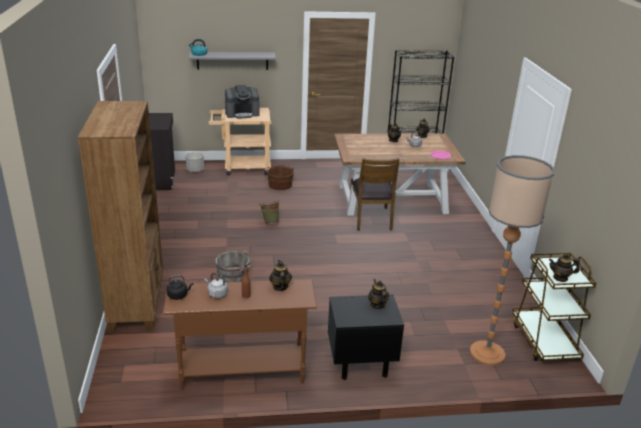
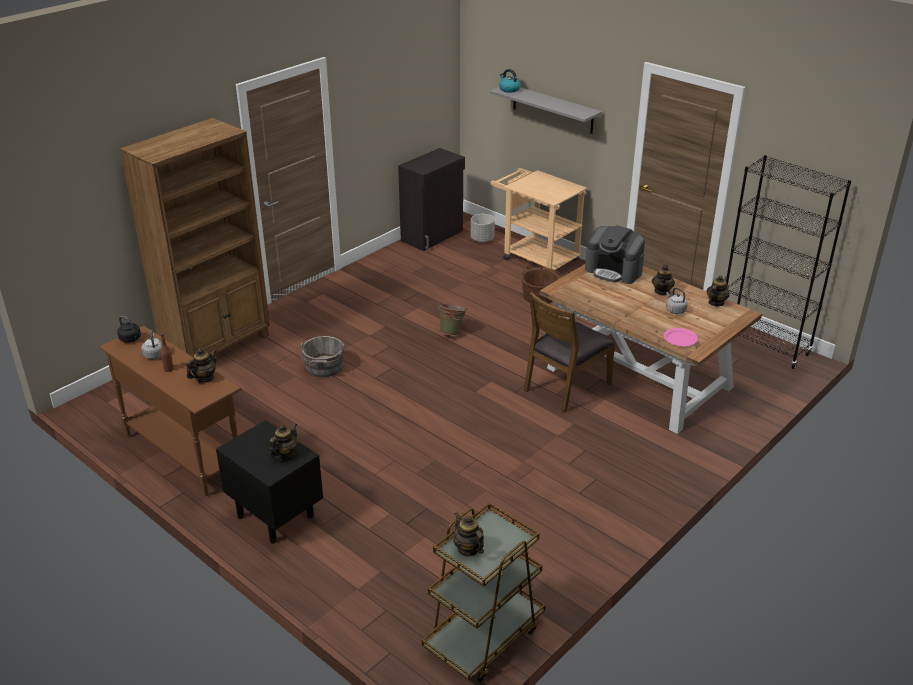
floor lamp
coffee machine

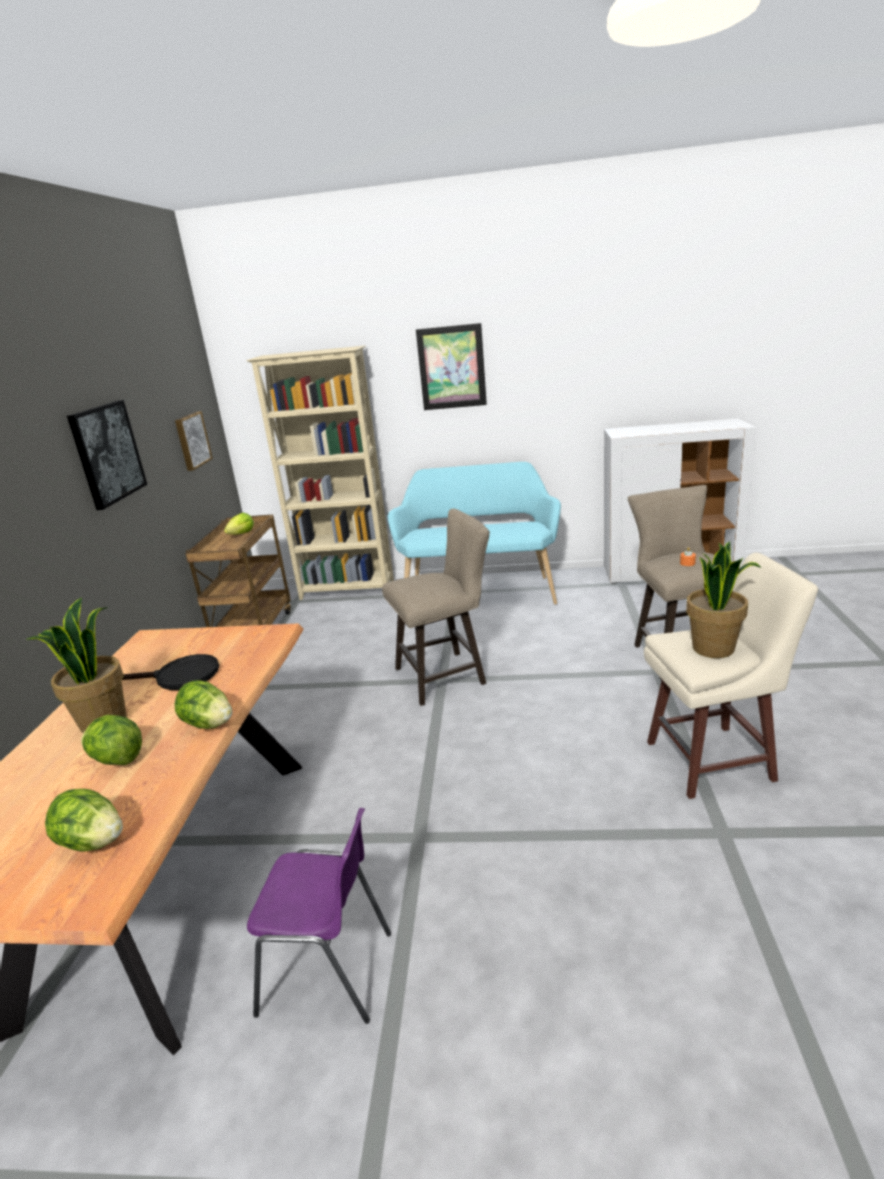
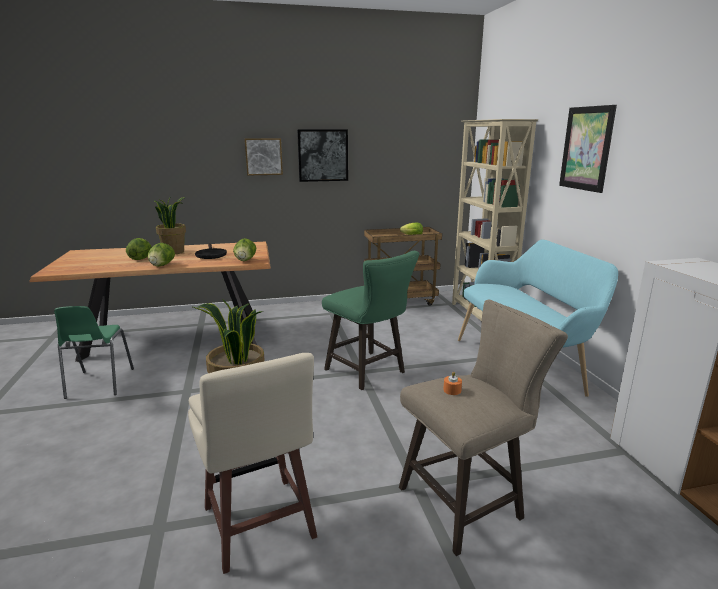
lettuce (3rd from left)
picture (1st from left)
green chair
green stool

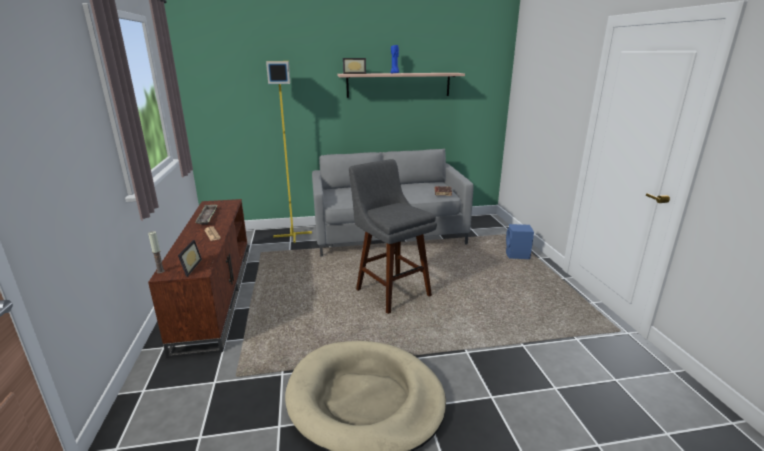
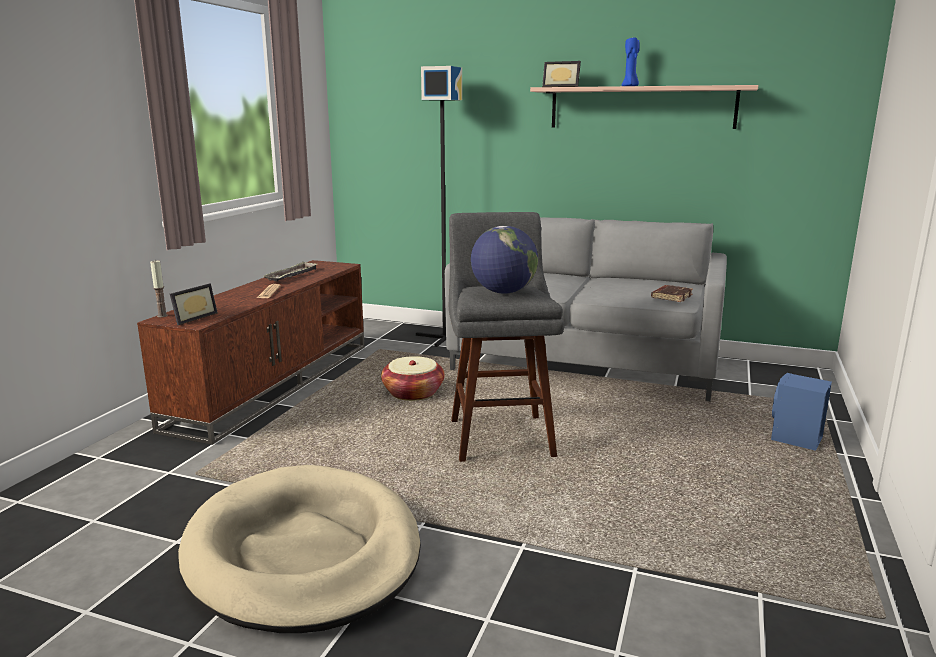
basket
globe
black floor lamp

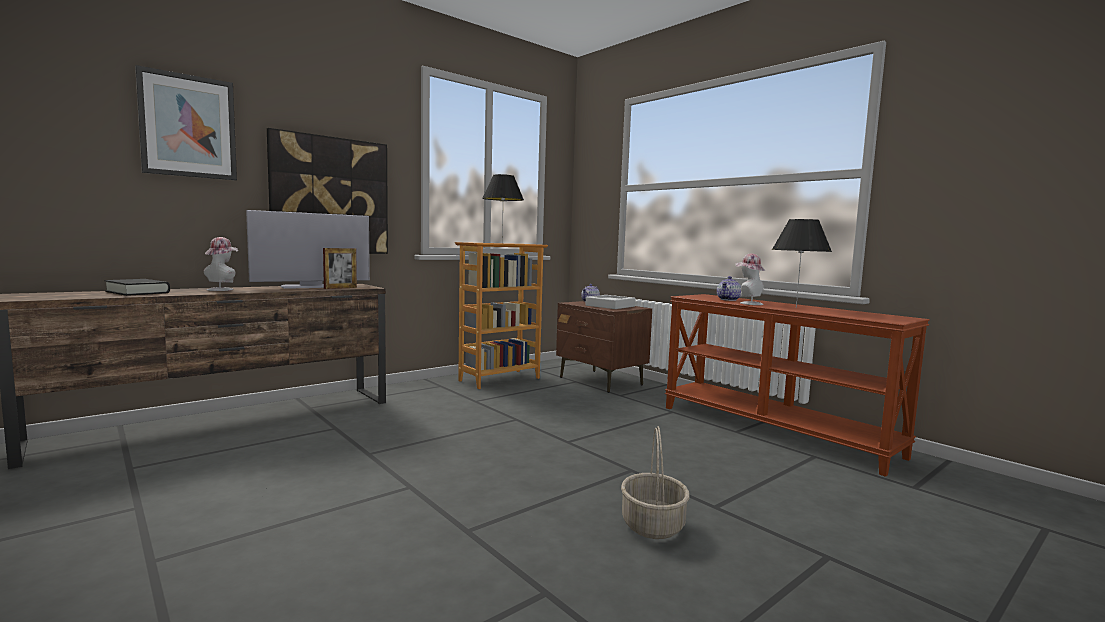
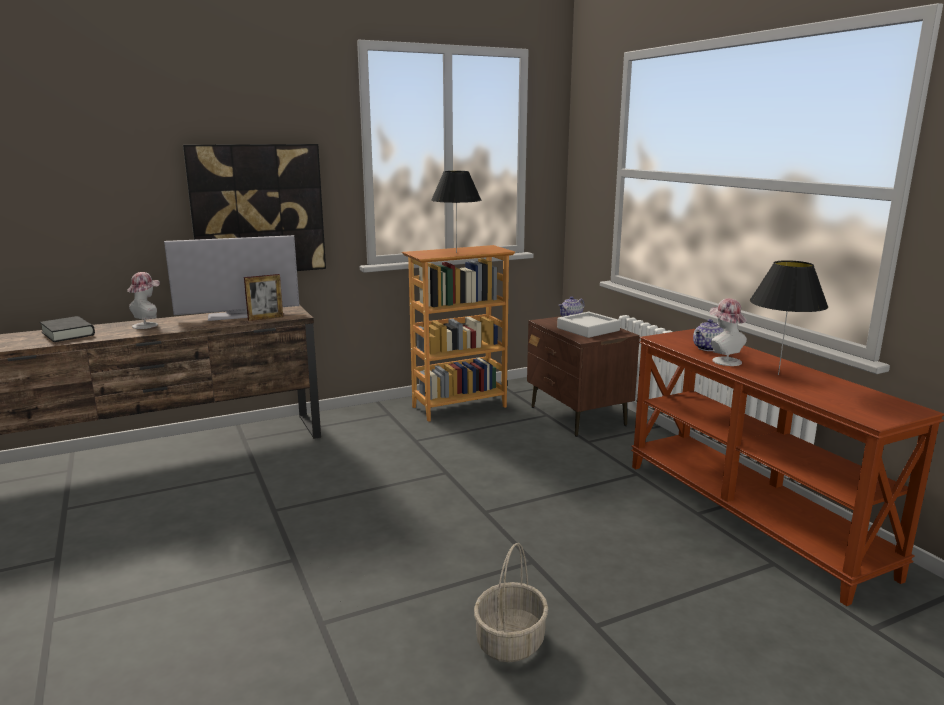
picture (1st from left in the first image)

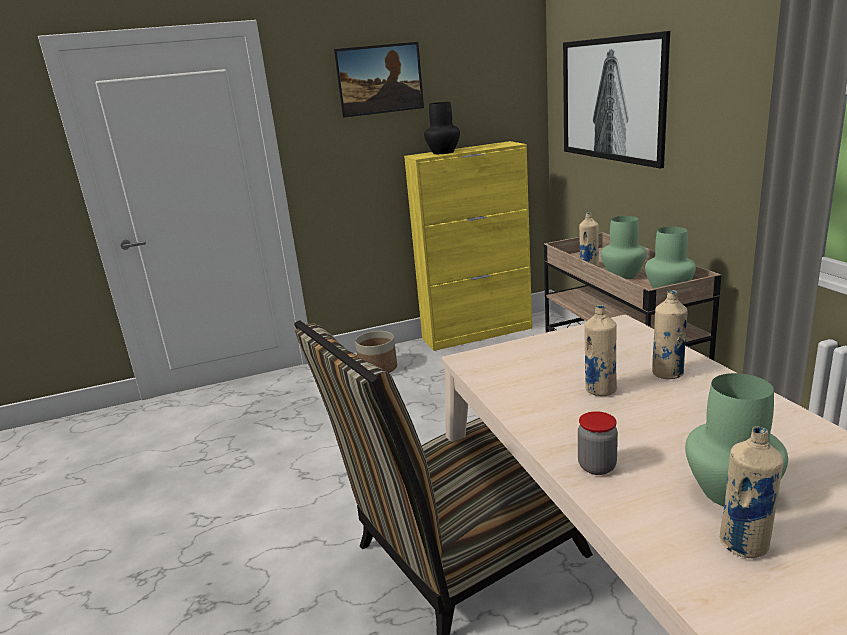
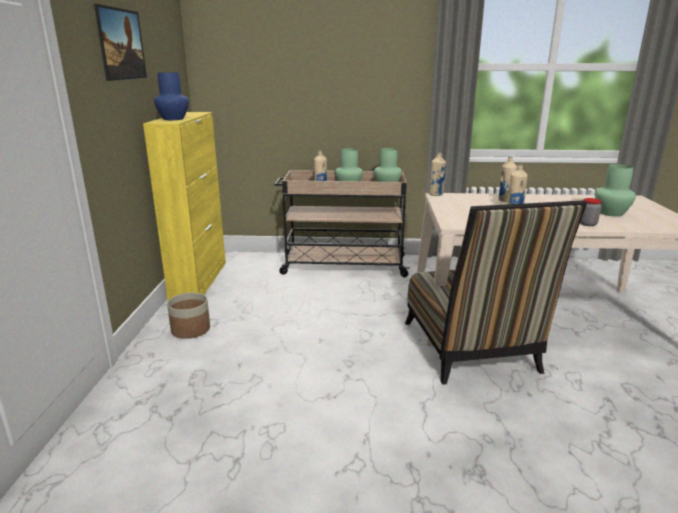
picture (2nd from left in the first image)
beige bottle (2nd from left)
blue vase

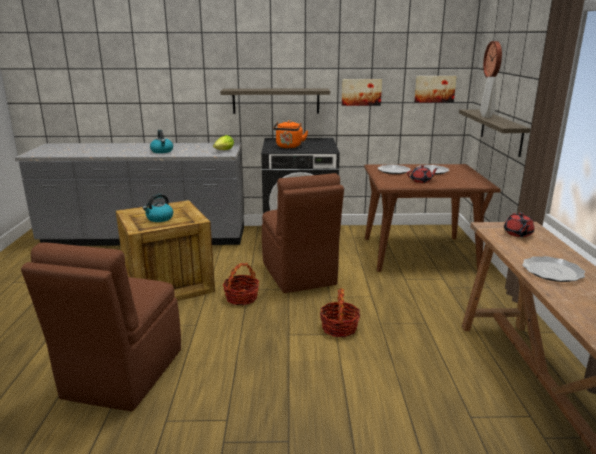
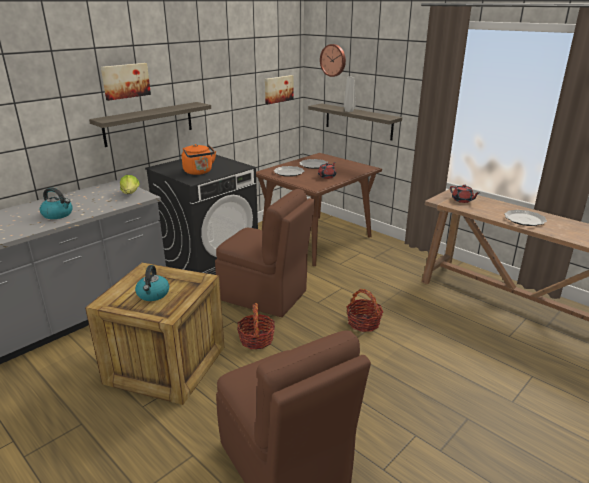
picture (1st from left)

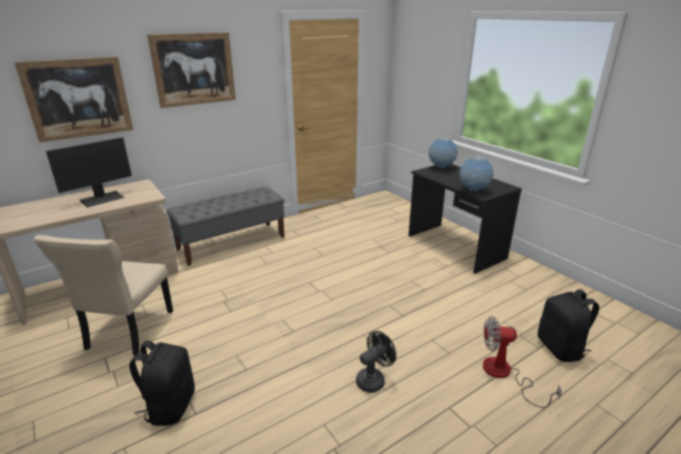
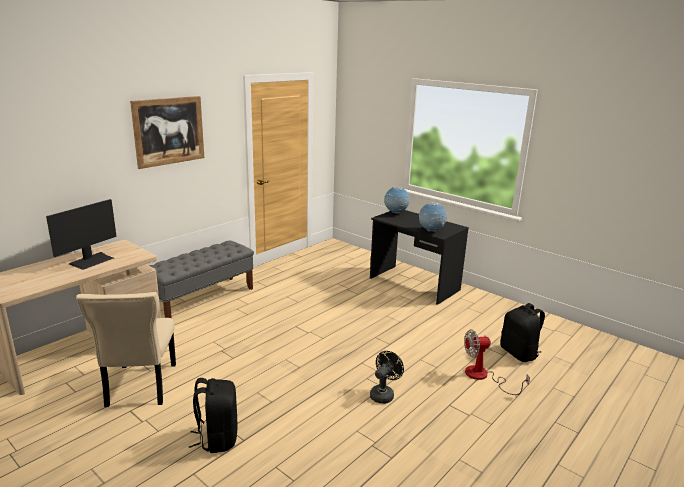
picture (1st from left in the first image)

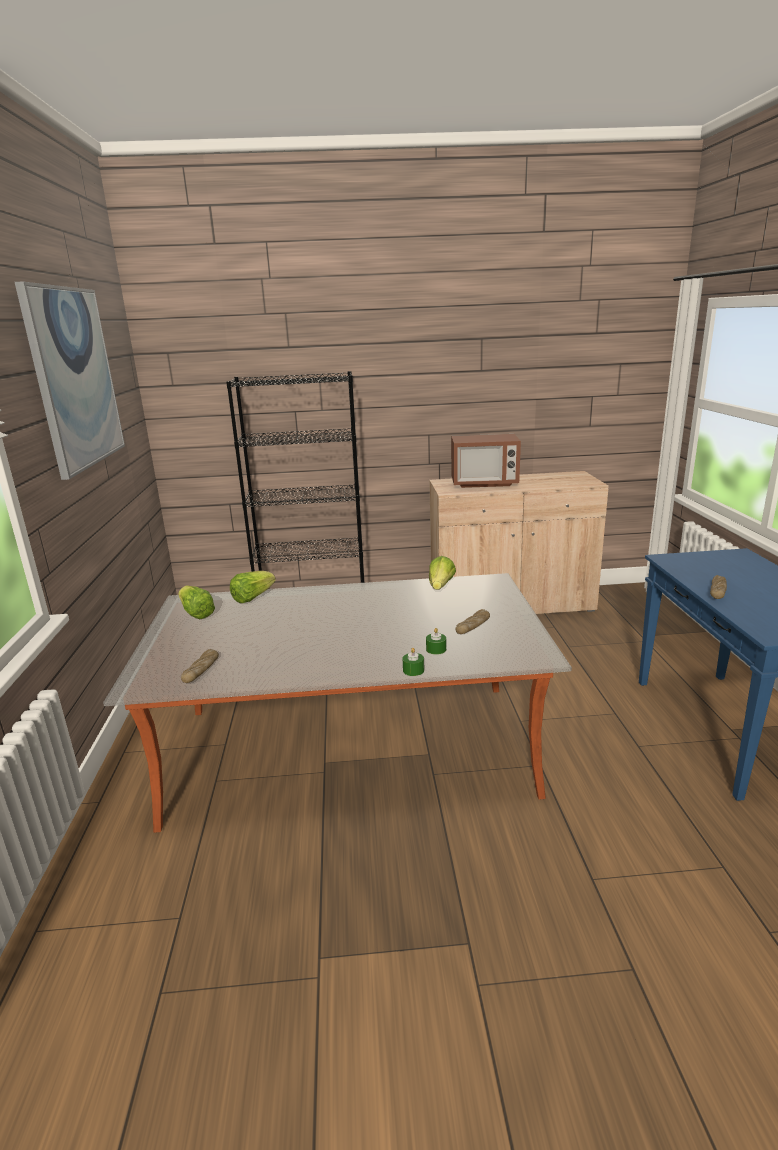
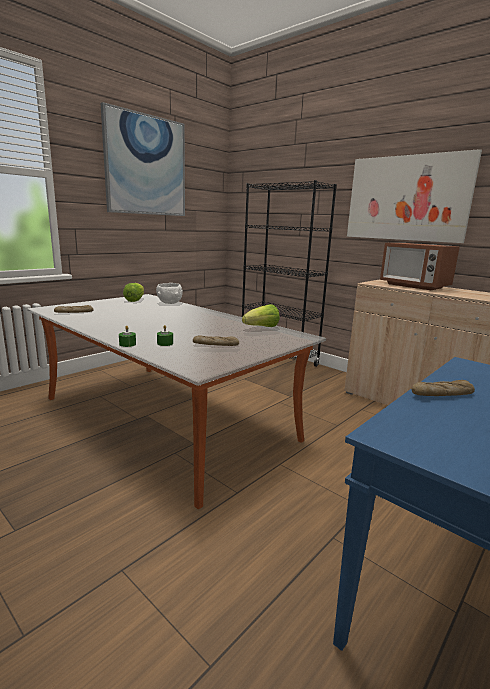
picture (2nd from left)
white bowl

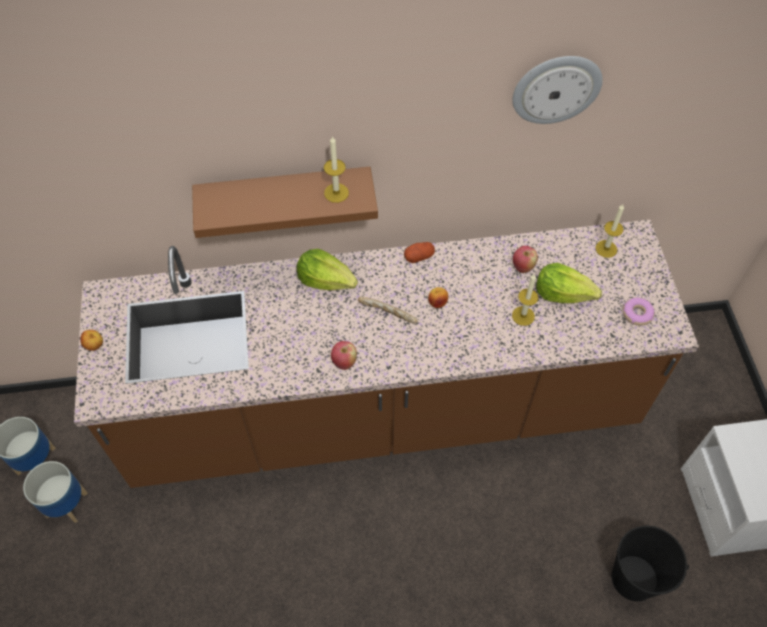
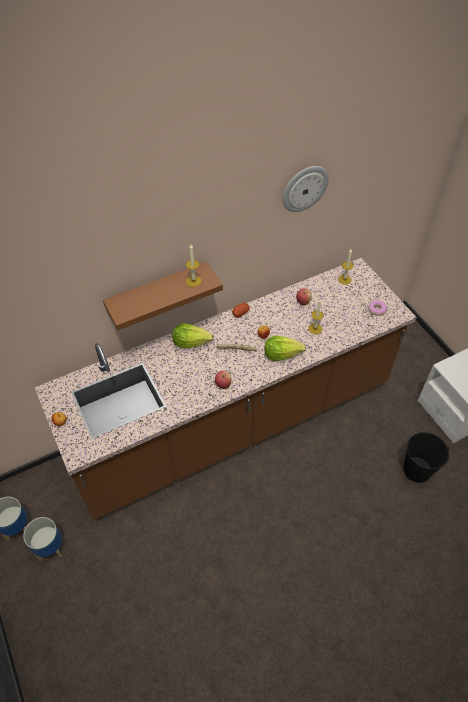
lettuce (2nd from left)

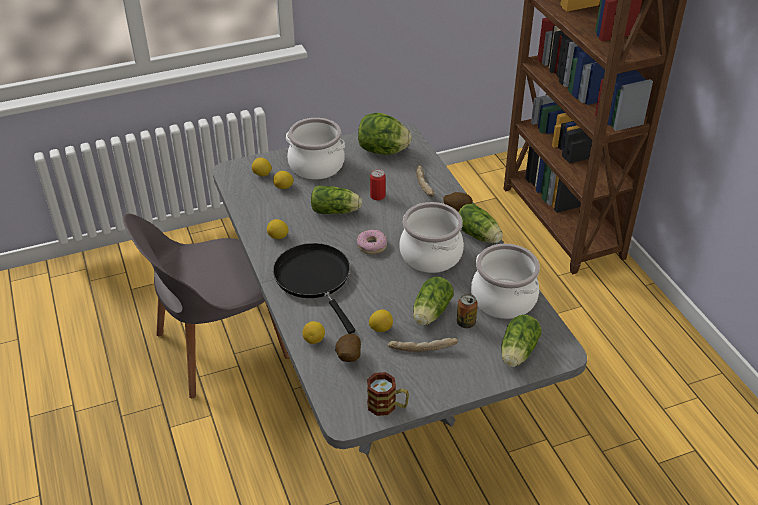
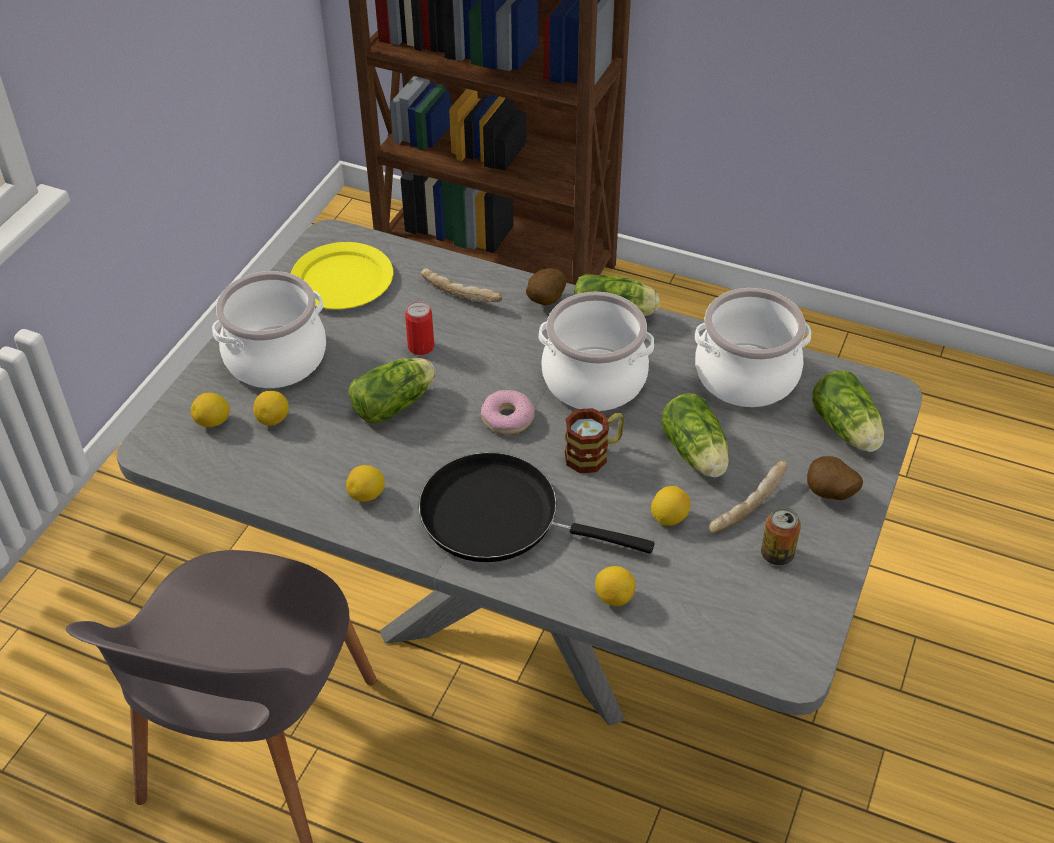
potato (2nd from left)
mug
can (2nd from left)
yellow plate

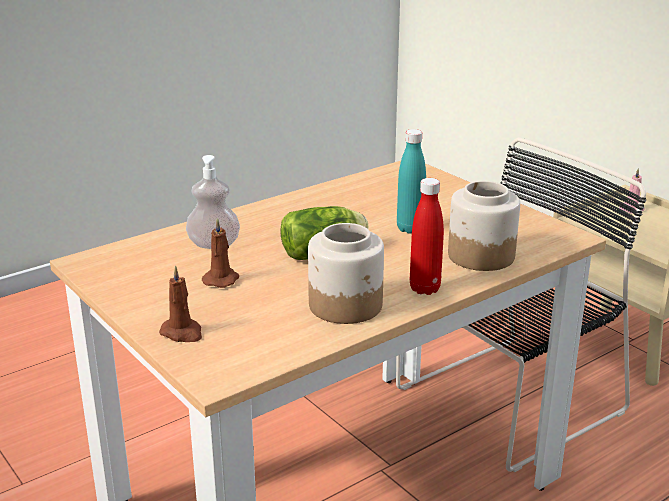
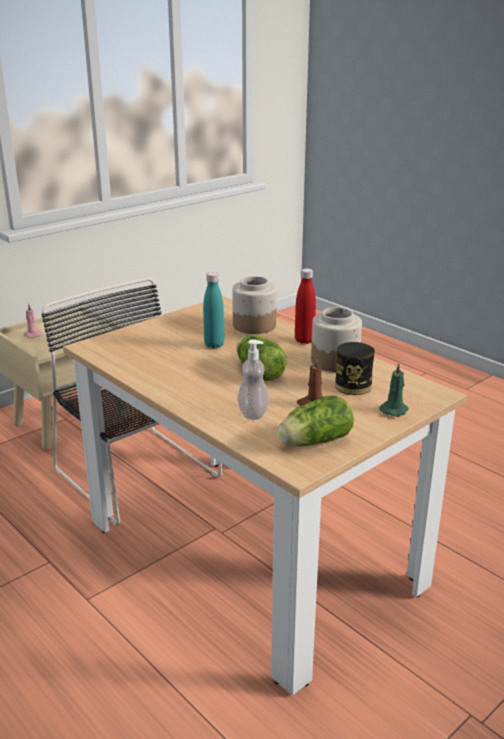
lettuce (2nd from left)
can
green candle

